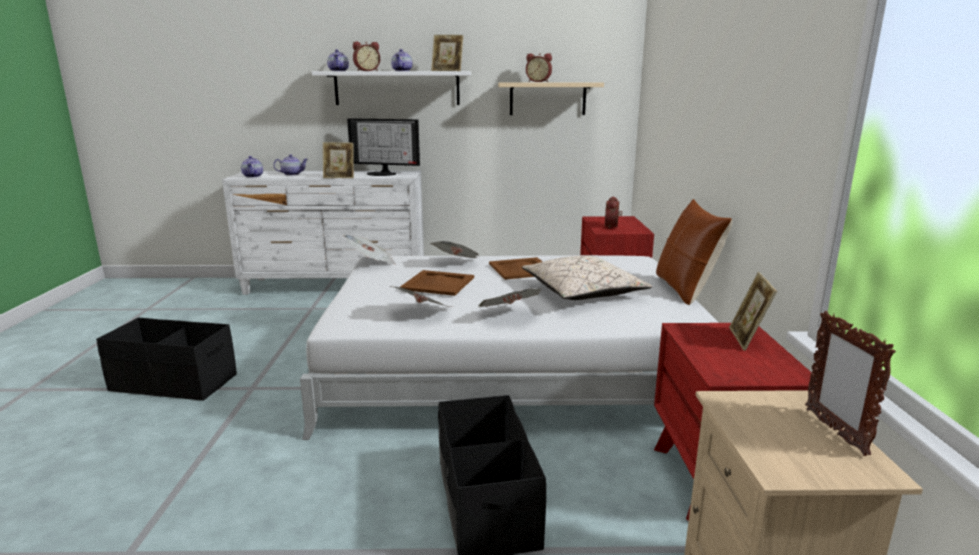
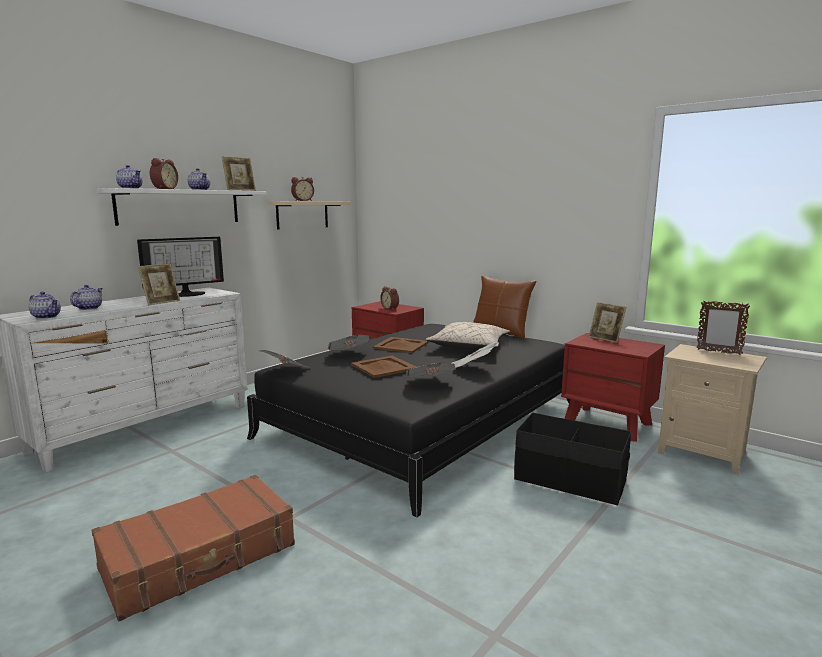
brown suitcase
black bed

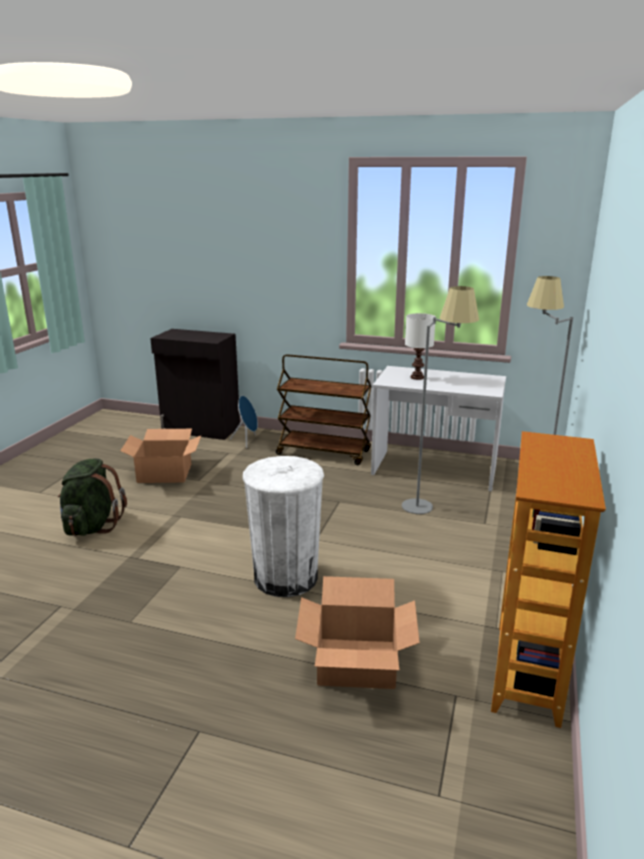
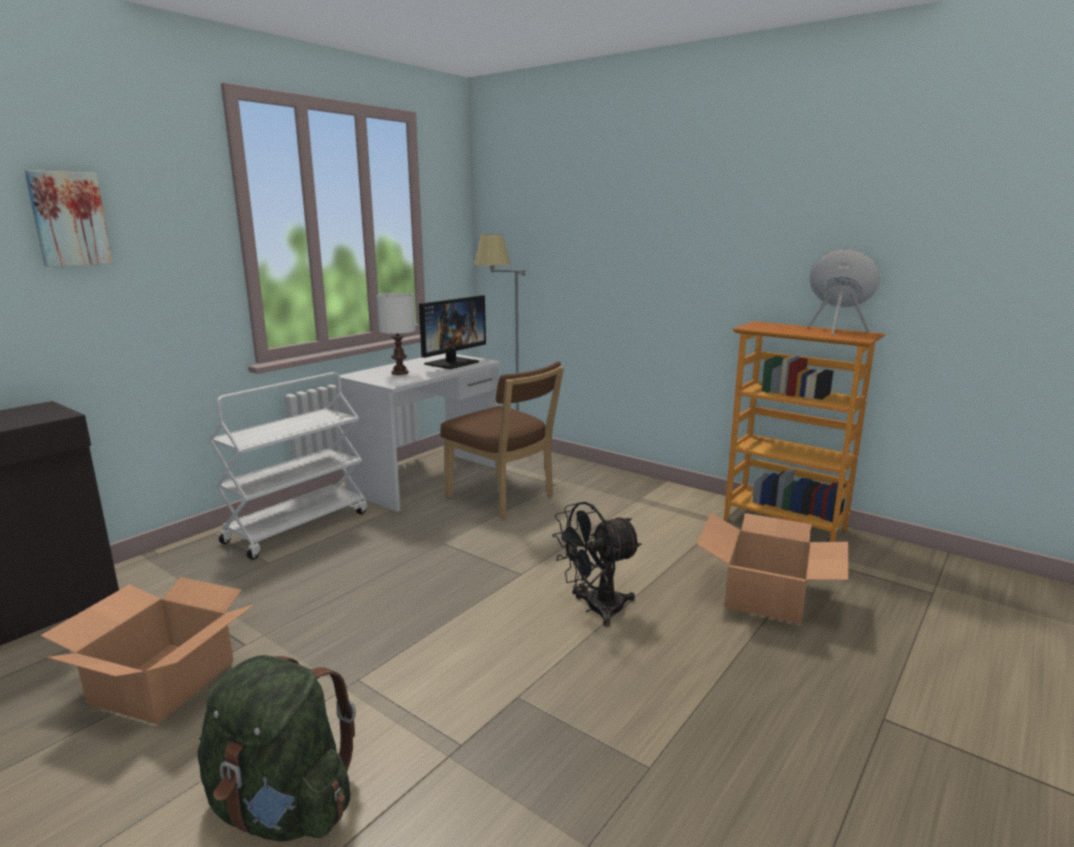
picture
monitor
blue speaker
black fan
brown chair
white cart

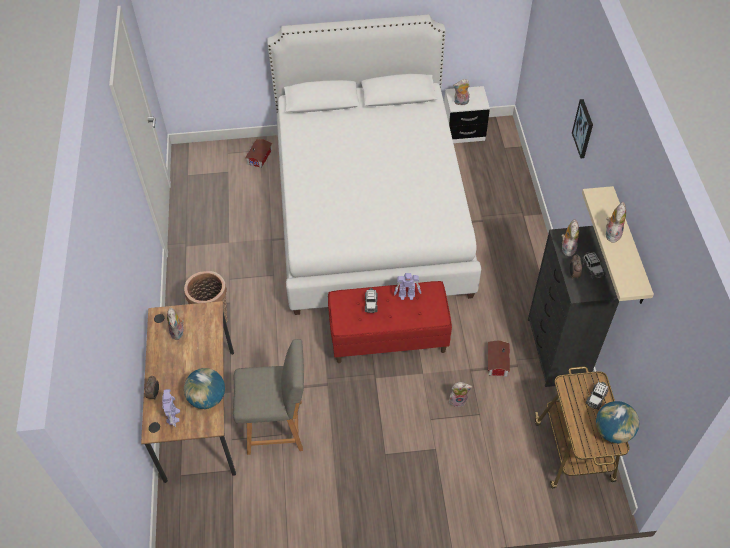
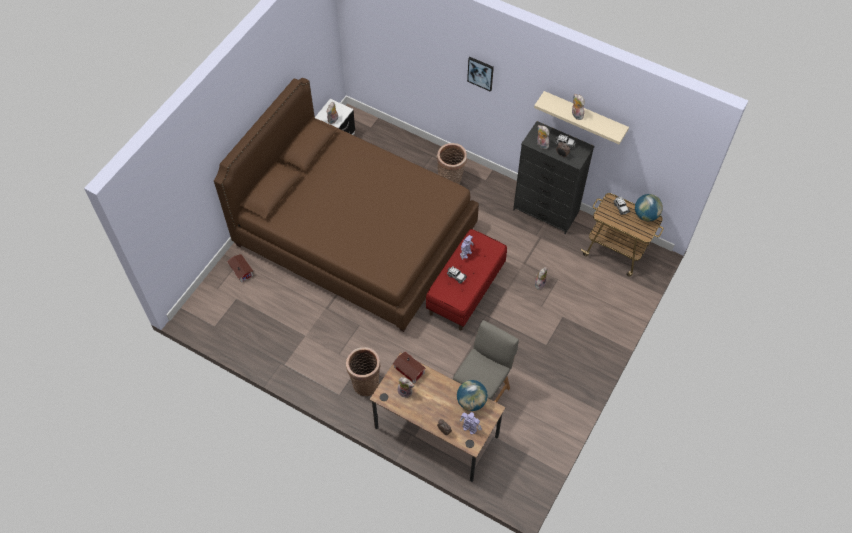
basket (2nd from left)
toy house (2nd from left)
brown bed

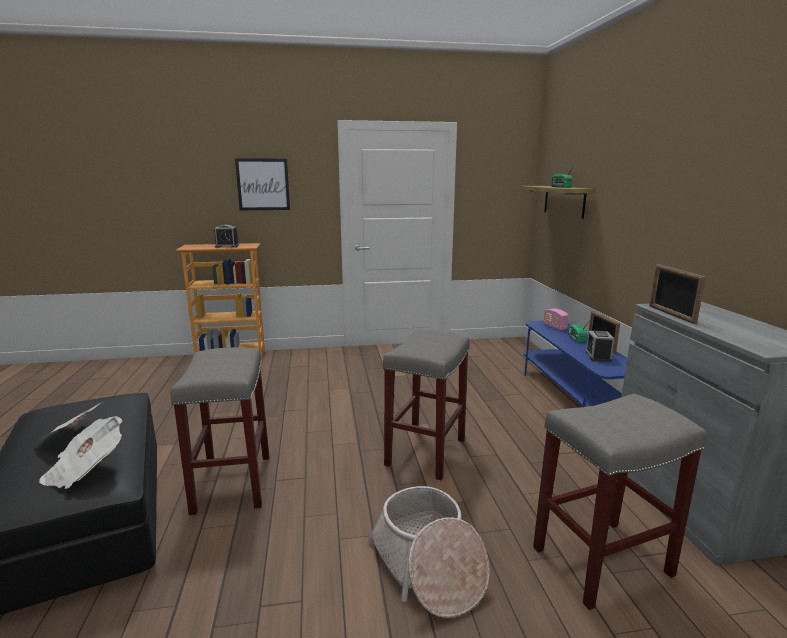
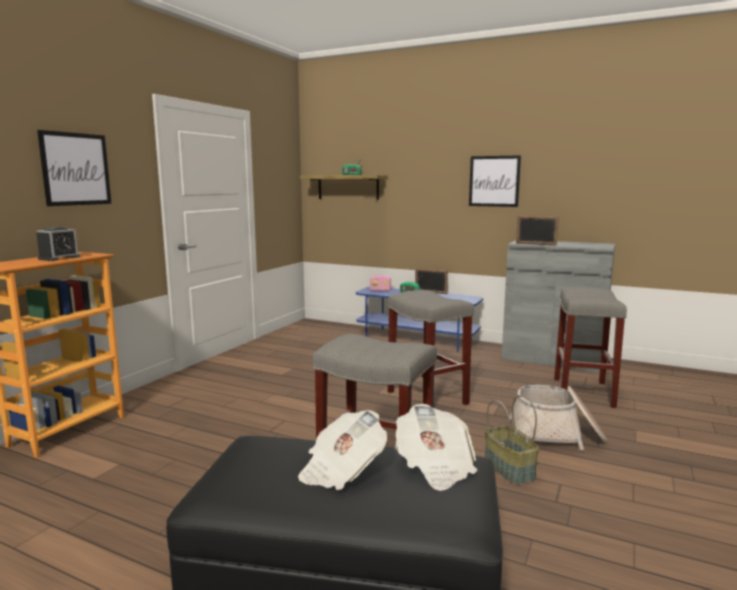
alarm clock (2nd from left in the first image)
picture (2nd from left)
basket (1st from left)

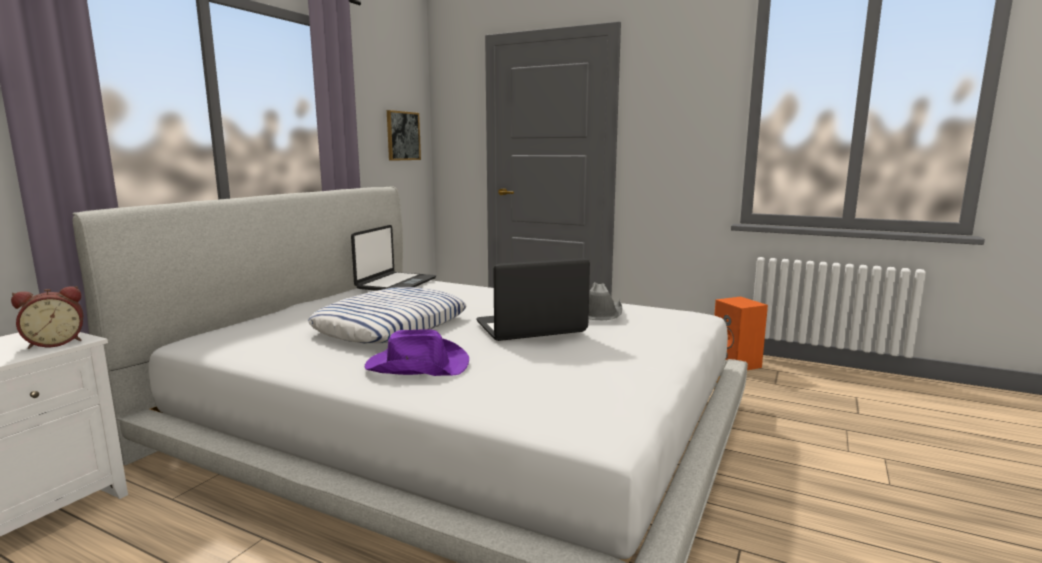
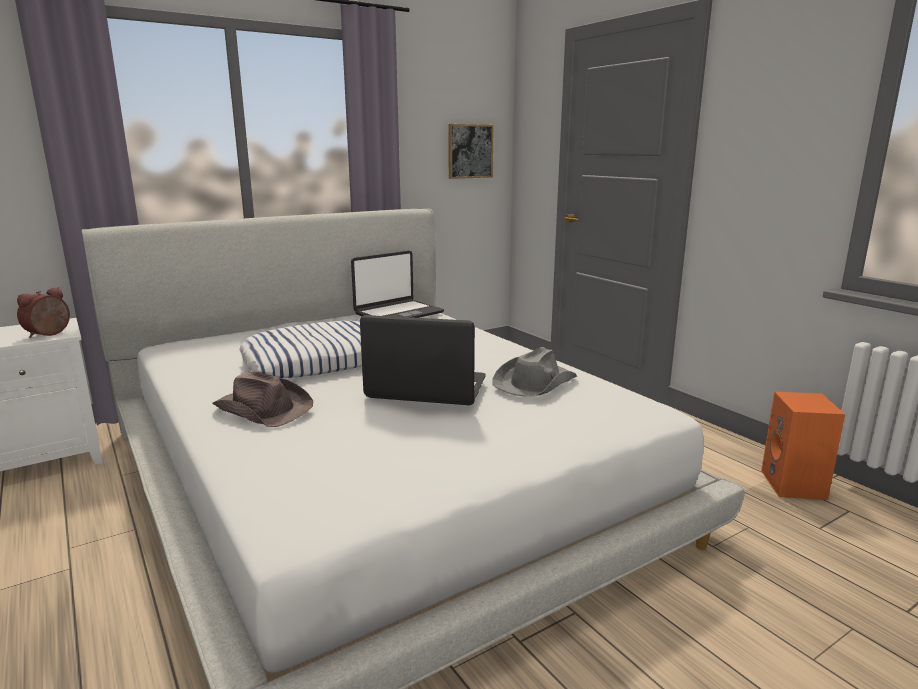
brown hat
alarm clock

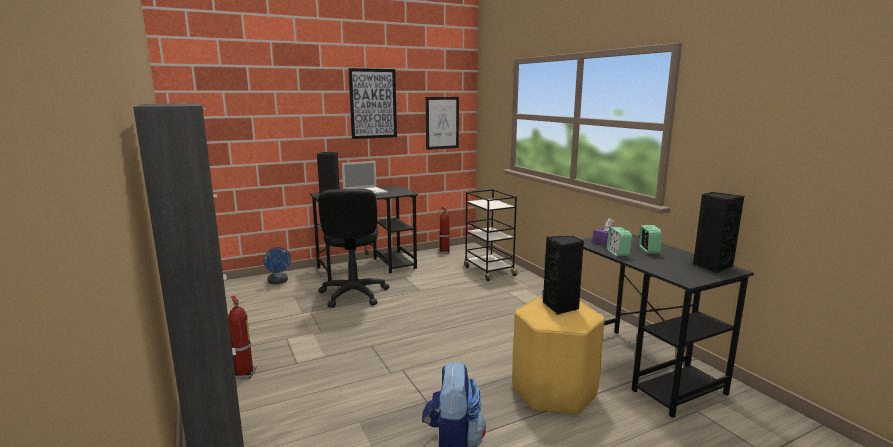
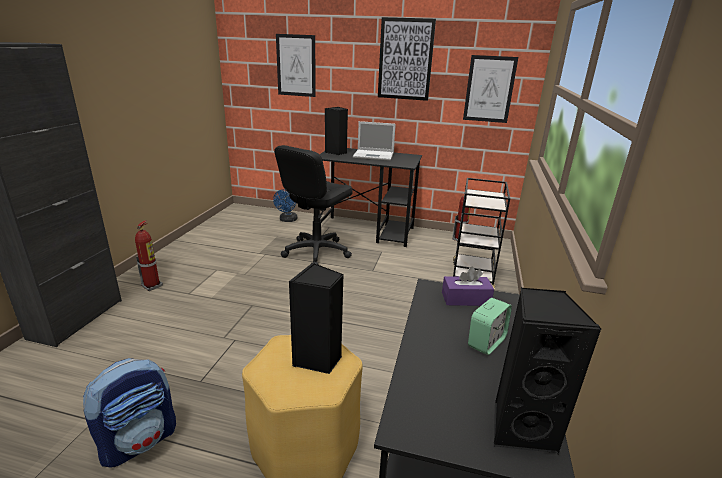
alarm clock (1st from left in the first image)
picture (1st from left)

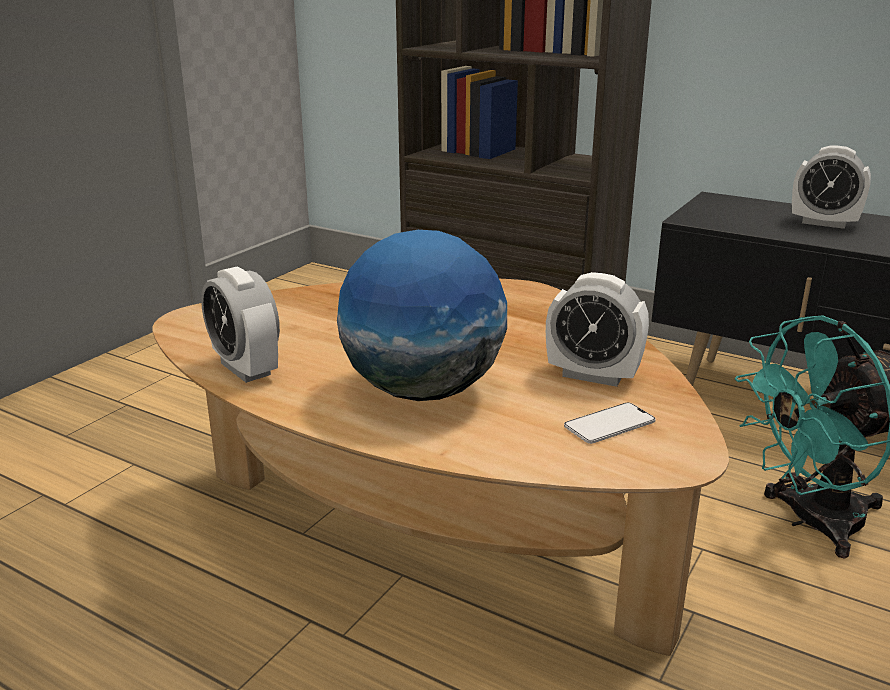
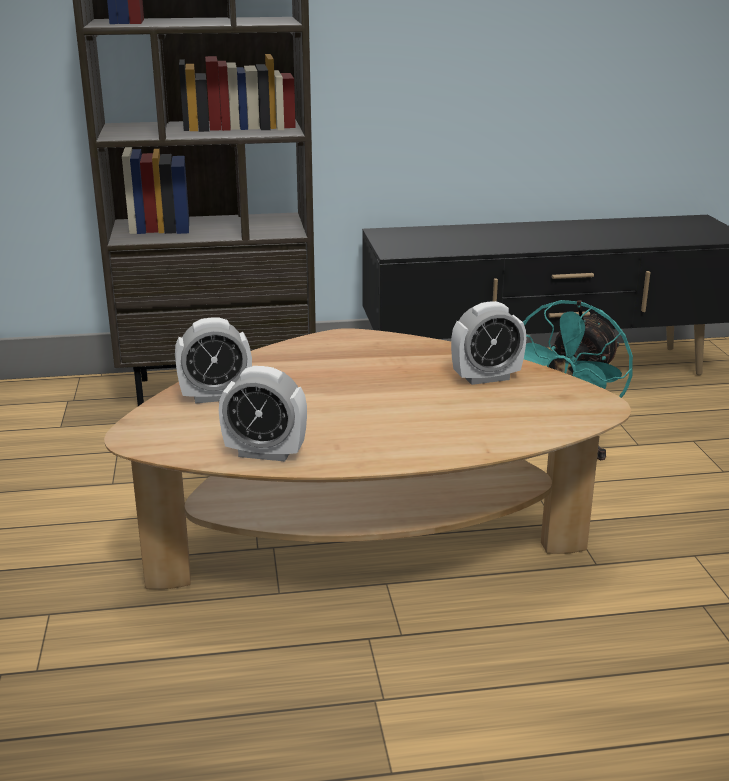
globe
phone
alarm clock (1st from left)

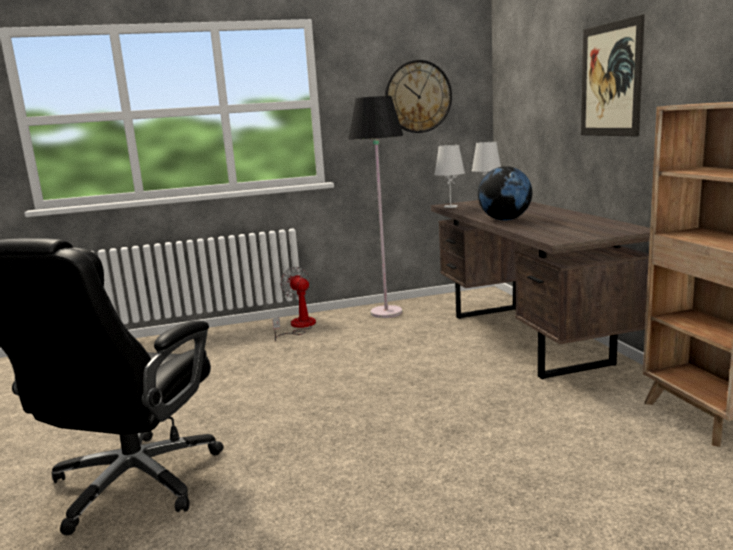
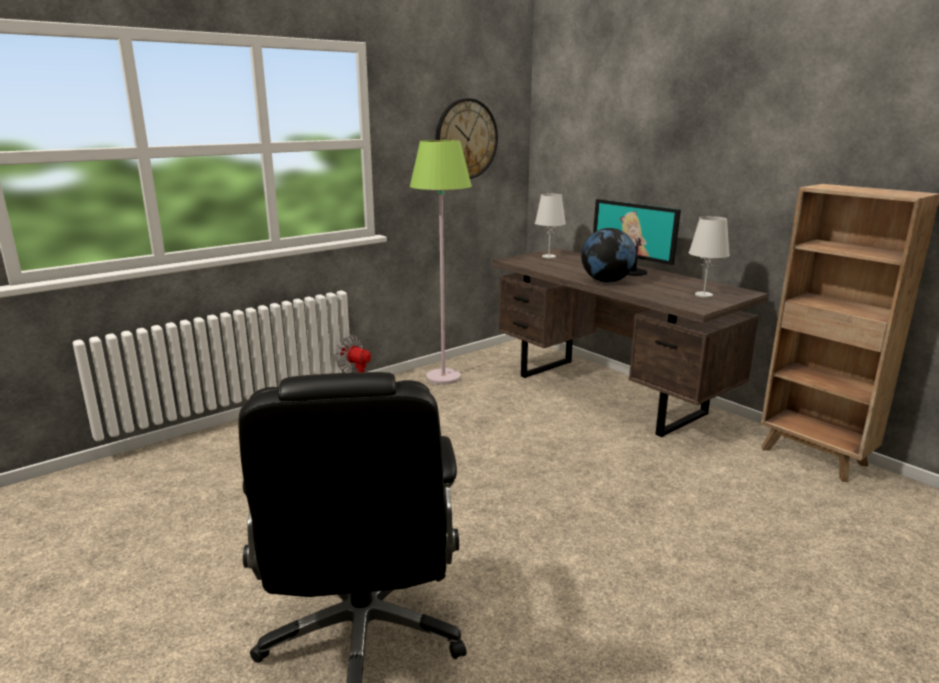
picture
monitor
white table lamp (2nd from left)
green floor lamp

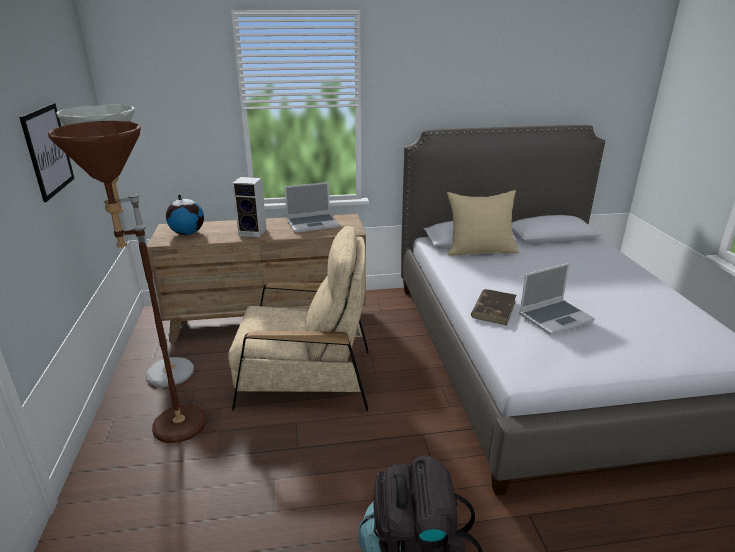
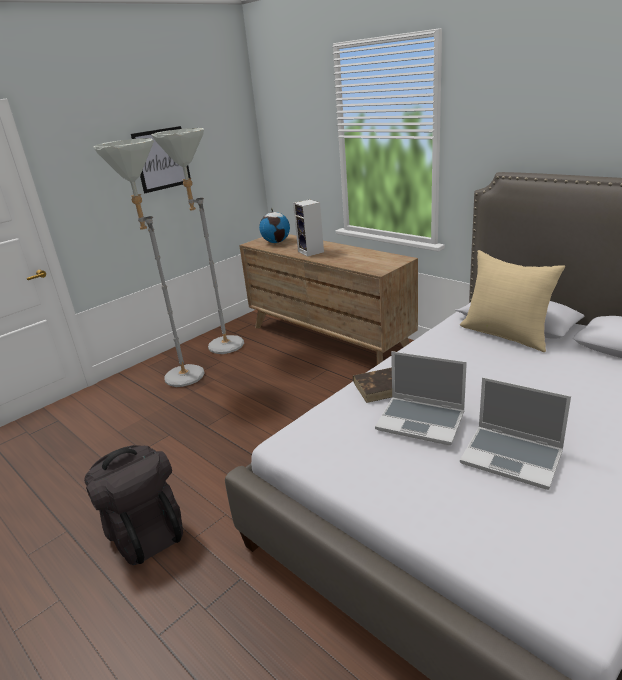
beige armchair
laptop (2nd from left)
grey floor lamp (1st from left)

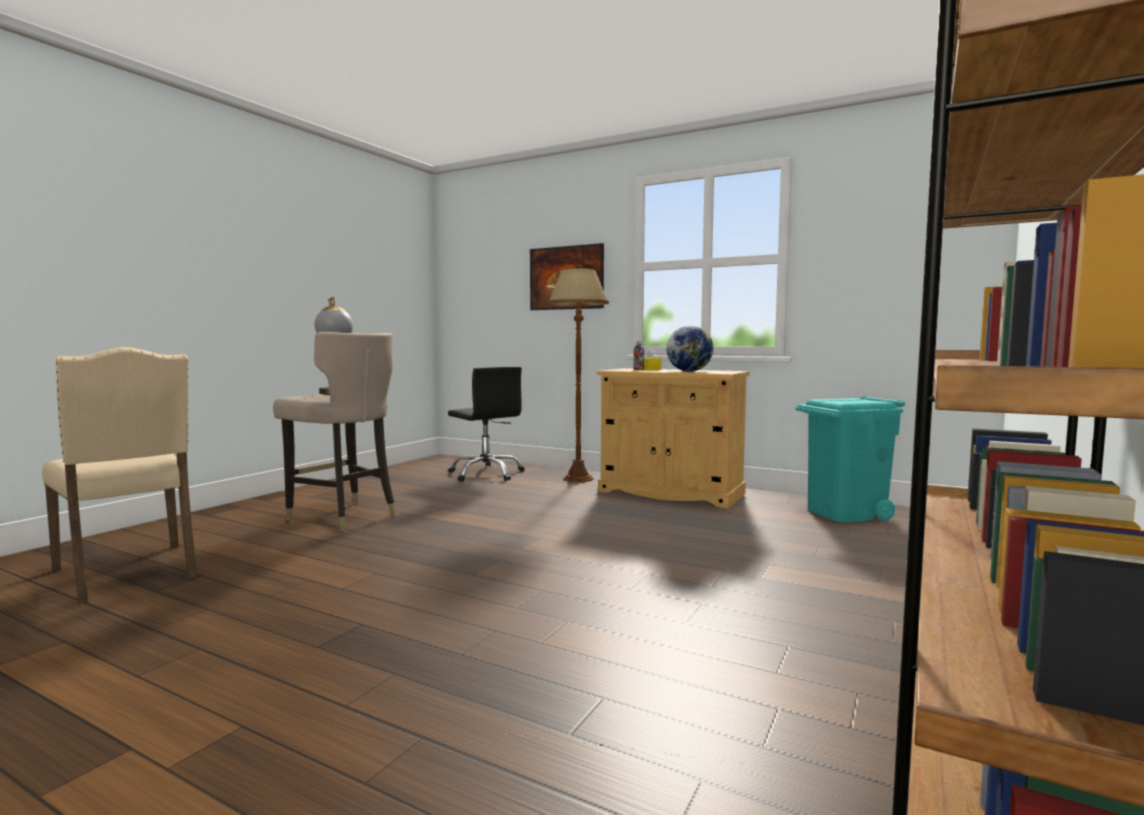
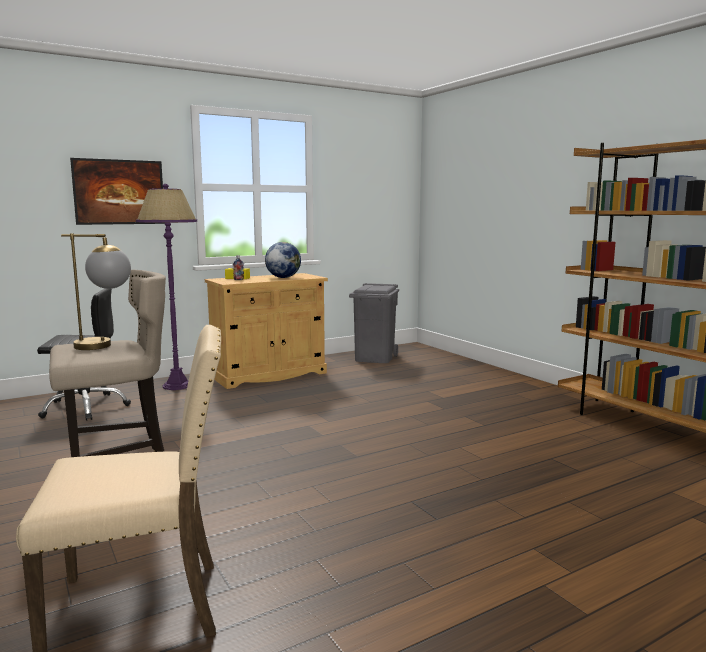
purple floor lamp
grey trash can

